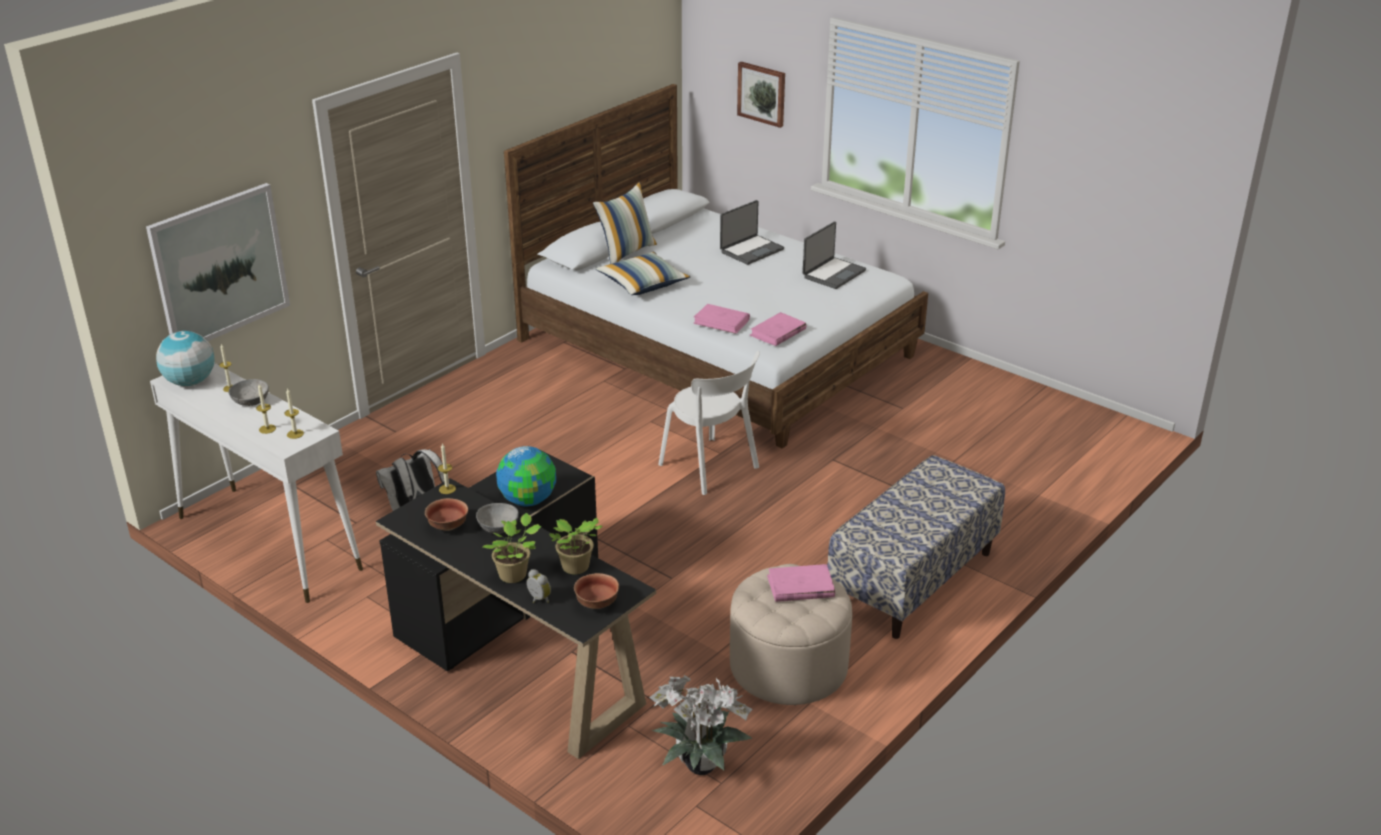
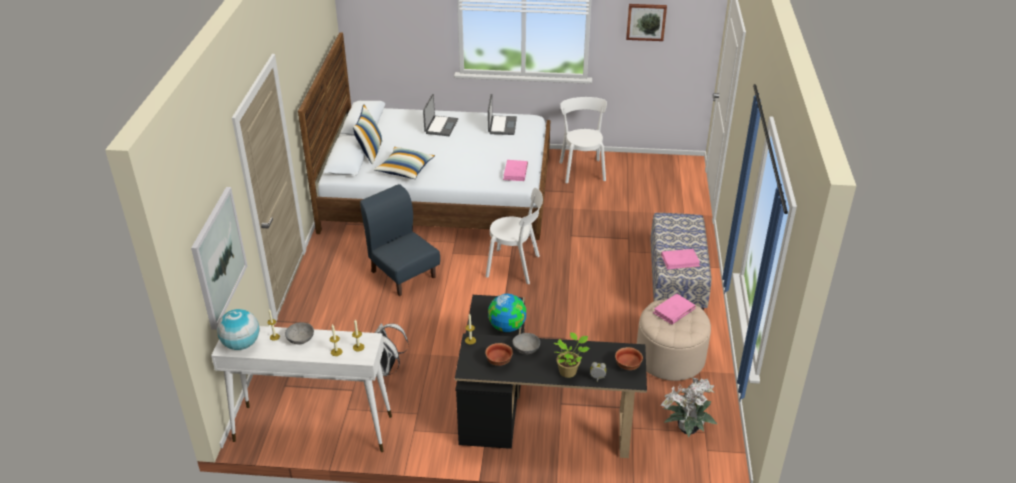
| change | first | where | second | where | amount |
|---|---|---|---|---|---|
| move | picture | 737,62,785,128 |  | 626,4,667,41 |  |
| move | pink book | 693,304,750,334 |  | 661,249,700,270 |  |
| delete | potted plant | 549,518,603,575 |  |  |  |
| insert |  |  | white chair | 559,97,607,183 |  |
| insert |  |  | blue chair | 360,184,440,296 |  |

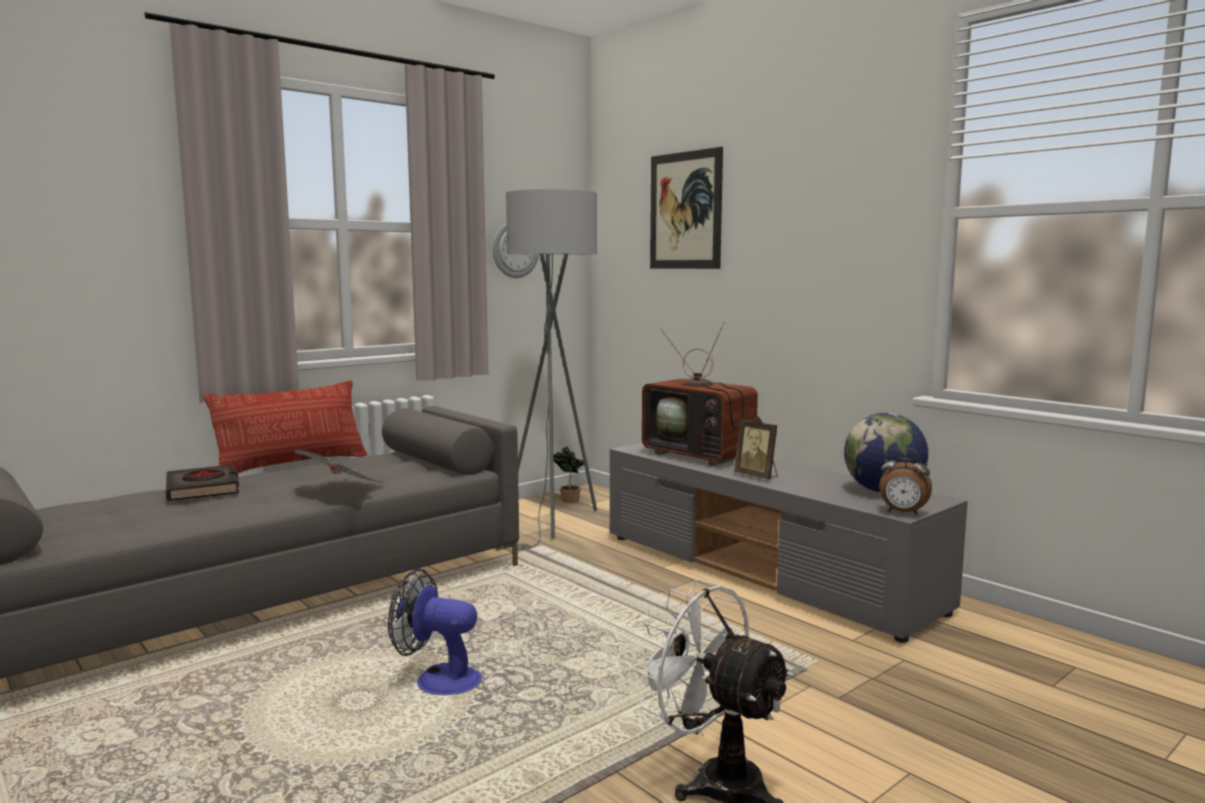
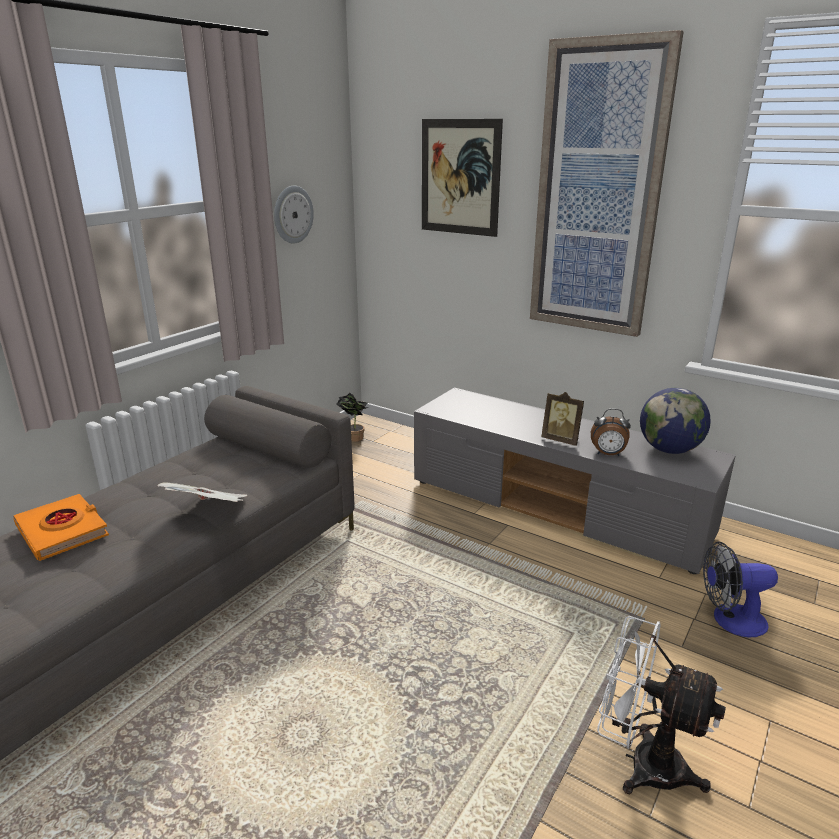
| change | first | where | second | where | amount |
|---|---|---|---|---|---|
| delete | grey floor lamp | 506,189,597,550 |  |  |  |
| delete | television | 642,322,758,466 |  |  |  |
| delete | pillow | 204,380,367,473 |  |  |  |
| move | alarm clock | 879,448,932,516 |  | 591,409,631,456 |  |
| recolor | black book | 166,465,239,501 | orange book | 13,494,109,561 |  |
| move | fan | 388,568,482,695 |  | 703,541,778,638 |  |
| insert |  |  | picture | 530,30,684,337 |  |

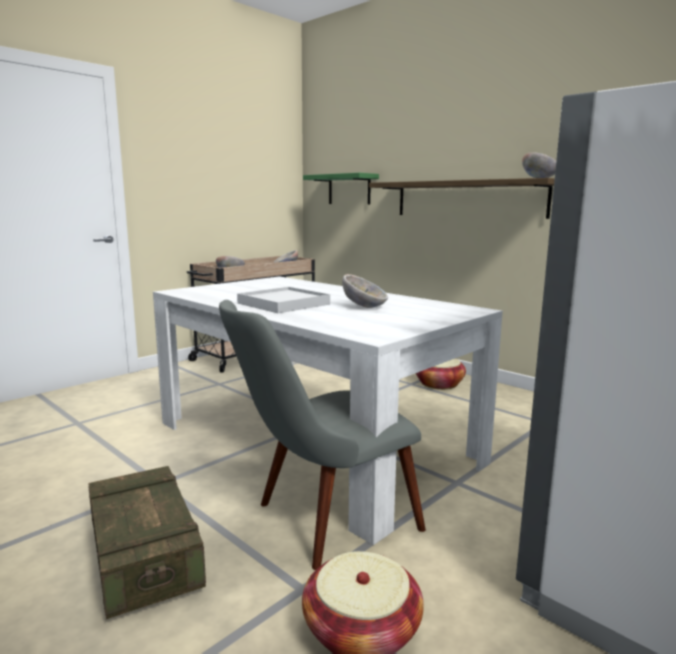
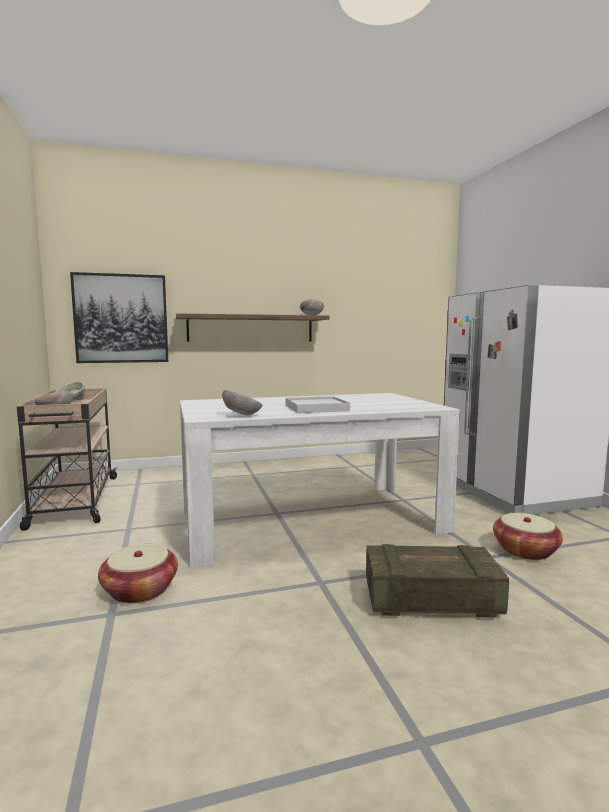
| change | first | where | second | where | amount |
|---|---|---|---|---|---|
| replace | green shelf | 303,173,379,204 | picture | 70,272,168,363 |  |
| move | bowl | 342,274,388,308 |  | 222,390,262,415 |  |
| delete | grey chair | 219,300,426,570 |  |  |  |
| move | basket | 416,359,466,390 |  | 98,544,178,604 |  |

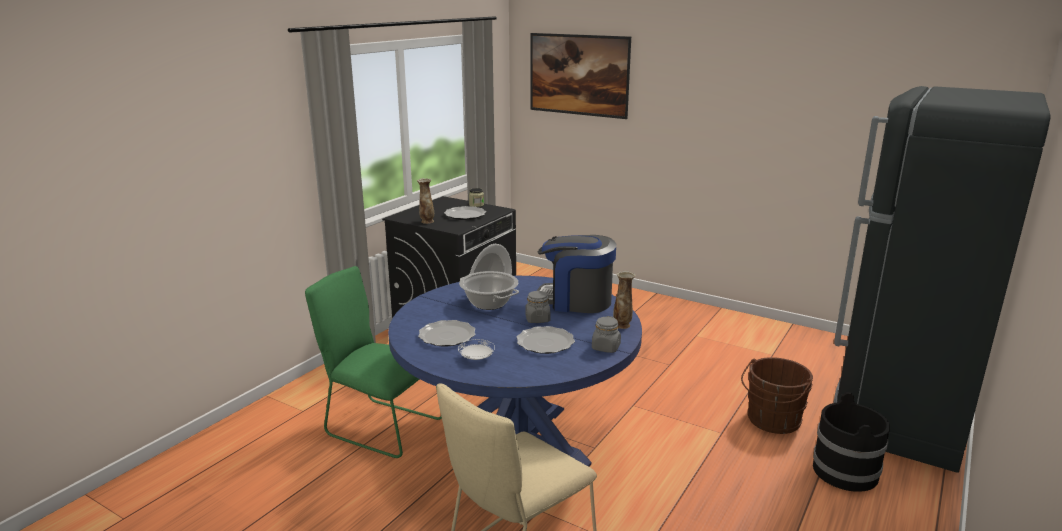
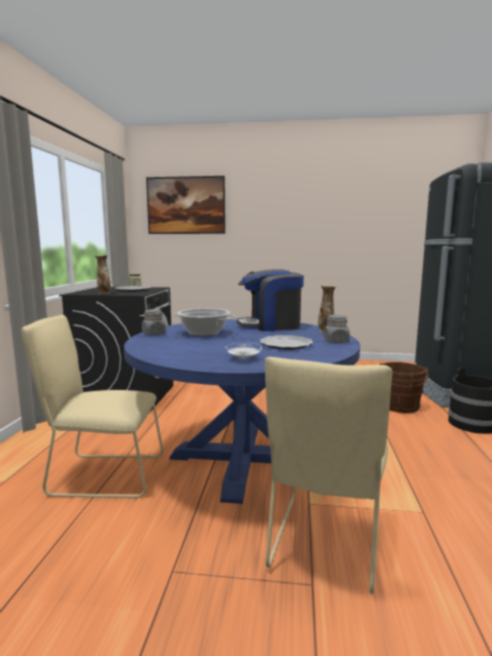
| change | first | where | second | where | amount |
|---|---|---|---|---|---|
| recolor | green chair | 305,266,442,458 | beige chair | 21,315,163,498 |  |
| move | grey jar | 525,291,550,323 |  | 142,309,166,335 |  |
| delete | plate | 418,320,475,347 |  |  |  |

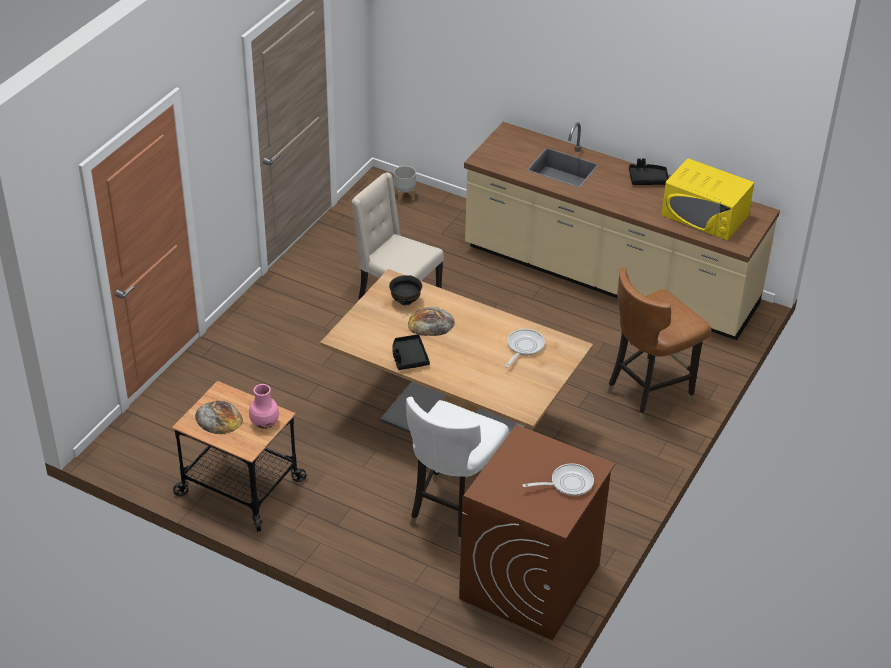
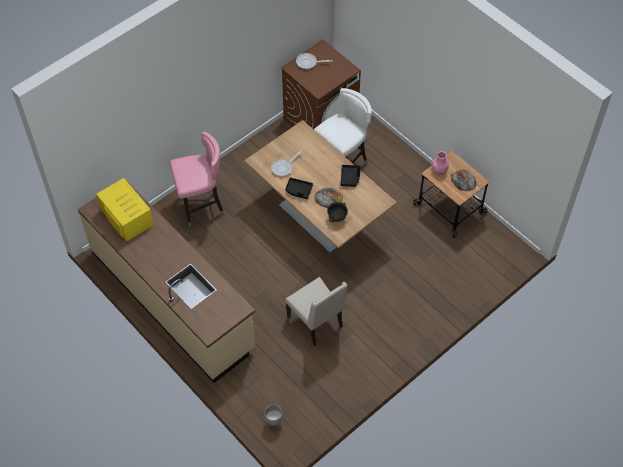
| change | first | where | second | where | amount |
|---|---|---|---|---|---|
| move | black tray | 629,158,669,185 |  | 285,178,313,199 |  |
| recolor | brown chair | 606,268,712,423 | pink chair | 169,132,225,227 |  |

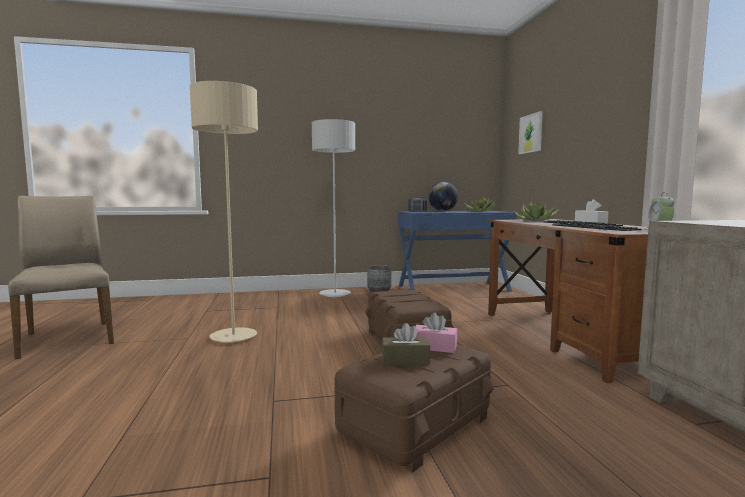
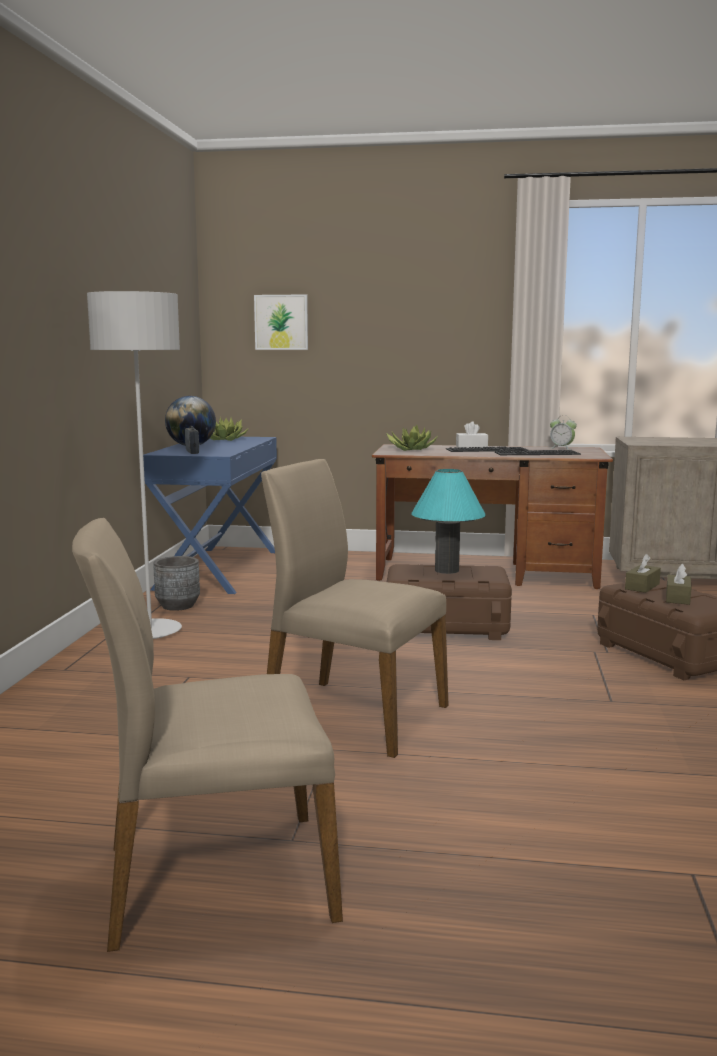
| change | first | where | second | where | amount |
|---|---|---|---|---|---|
| replace | beige floor lamp | 190,81,258,343 | beige chair | 261,459,449,758 |  |
| recolor | pink tissue box | 415,312,457,353 | brown tissue box | 625,554,661,593 |  |
| insert |  |  | turquoise table lamp | 411,469,485,574 |  |

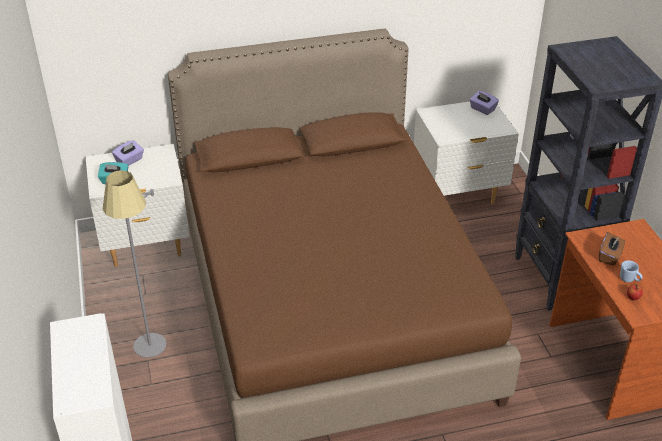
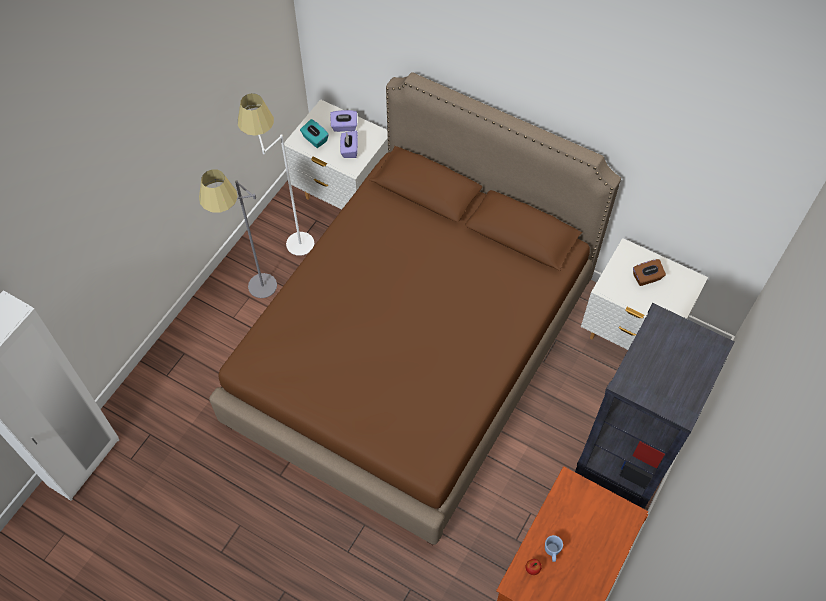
| change | first | where | second | where | amount |
|---|---|---|---|---|---|
| move | purple tissue box | 469,91,499,115 |  | 340,131,358,158 |  |
| move | brown tissue box | 599,232,625,266 |  | 633,259,666,286 |  |
| insert |  |  | white floor lamp | 238,93,315,256 |  |

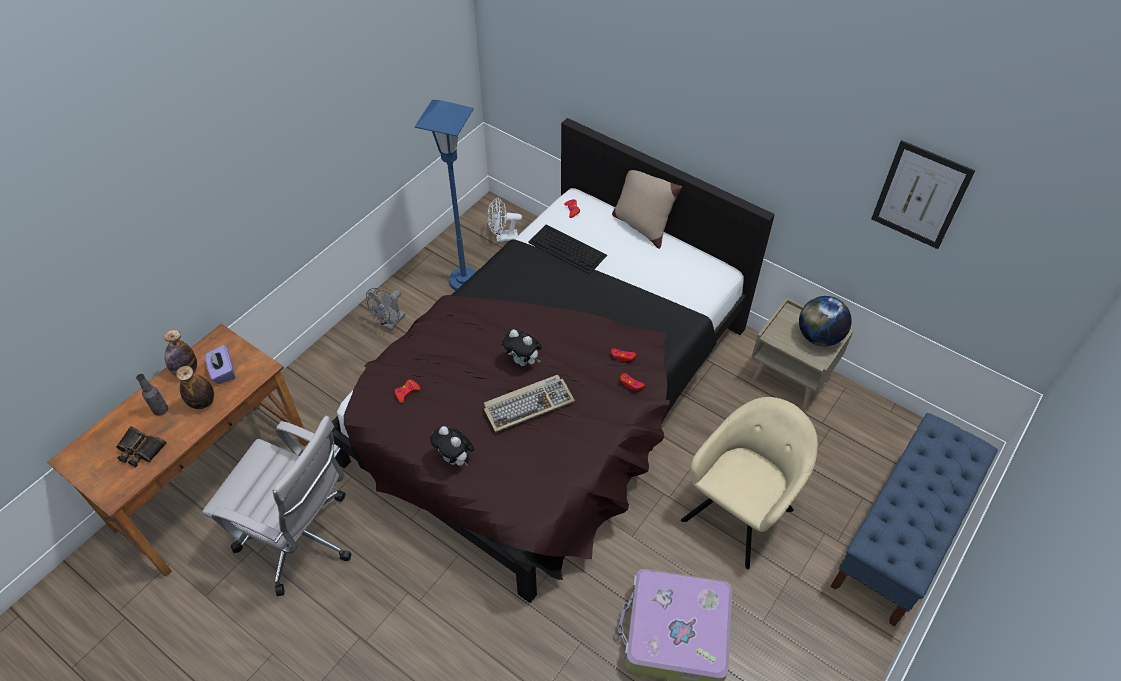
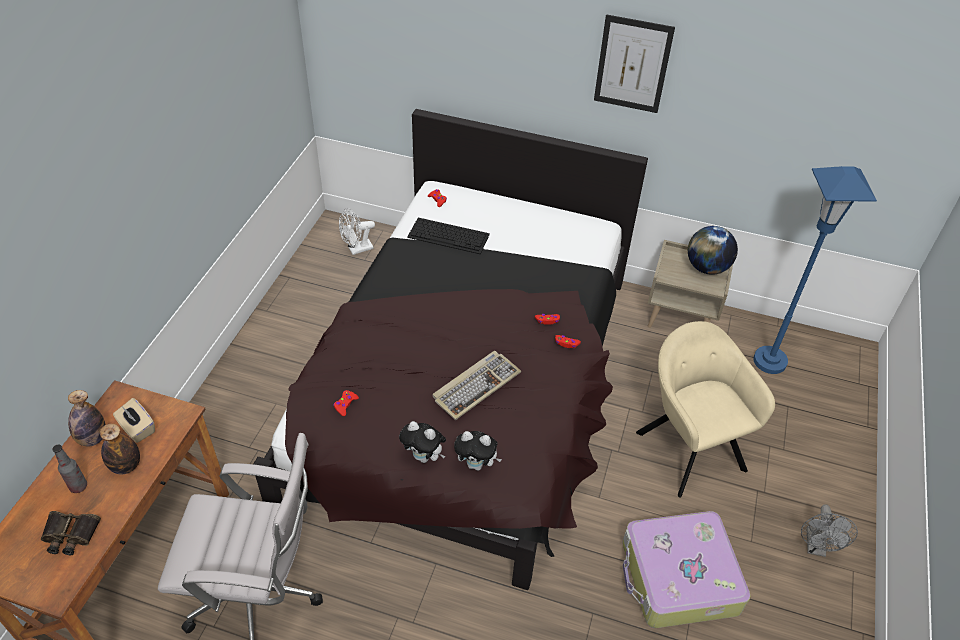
| change | first | where | second | where | amount |
|---|---|---|---|---|---|
| move | blue floor lamp | 415,100,476,291 |  | 753,166,877,374 |  |
| move | picture | 871,140,975,249 |  | 594,14,675,113 |  |
| delete | beige pillow | 612,170,682,249 |  |  |  |
| move | grey fan | 366,288,405,330 |  | 801,504,858,557 |  |
| move | plush toy | 502,330,542,366 |  | 454,431,502,471 |  |
| recolor | purple tissue box | 205,345,235,384 | beige tissue box | 113,398,155,443 |  |
| rotate | beige armchair | 681,397,818,569 |  | 636,321,775,498 | 45 degrees counterclockwise |
| delete | blue bench | 830,413,998,626 |  |  |  |

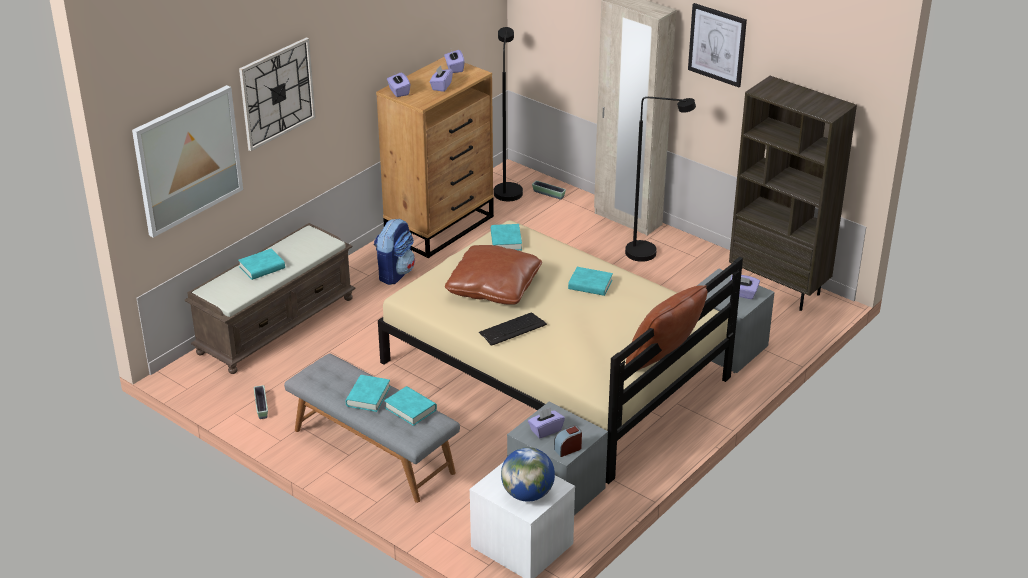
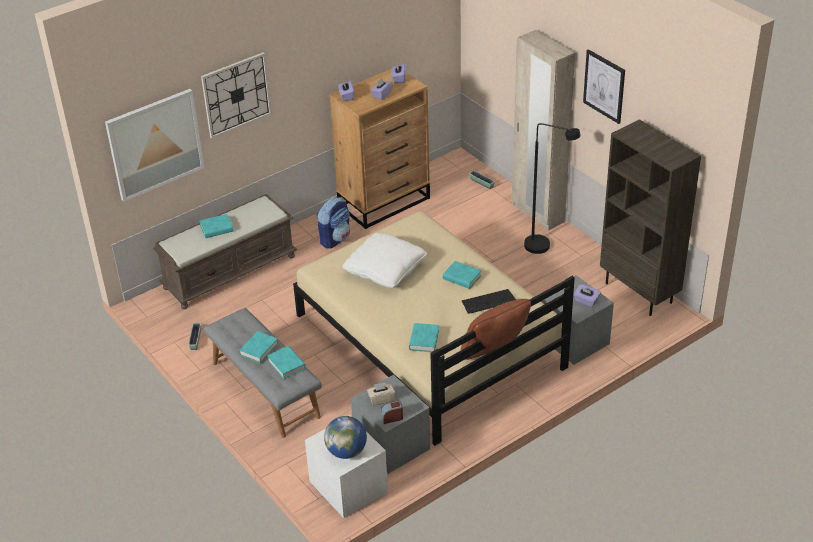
| change | first | where | second | where | amount |
|---|---|---|---|---|---|
| delete | black floor lamp | 494,27,523,201 |  |  |  |
| move | turquoise book | 491,224,522,251 |  | 409,323,439,352 |  |
| recolor | brown pillow | 445,245,542,305 | white pillow | 342,233,427,288 |  |
| move | keyboard | 479,312,547,346 |  | 462,289,516,314 |  |
| recolor | purple tissue box | 528,407,565,439 | beige tissue box | 367,383,395,406 |  |

